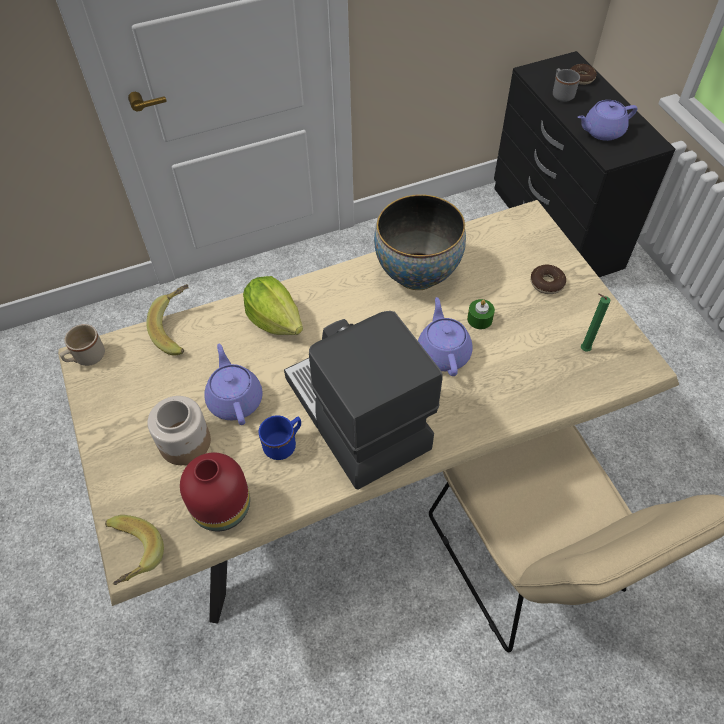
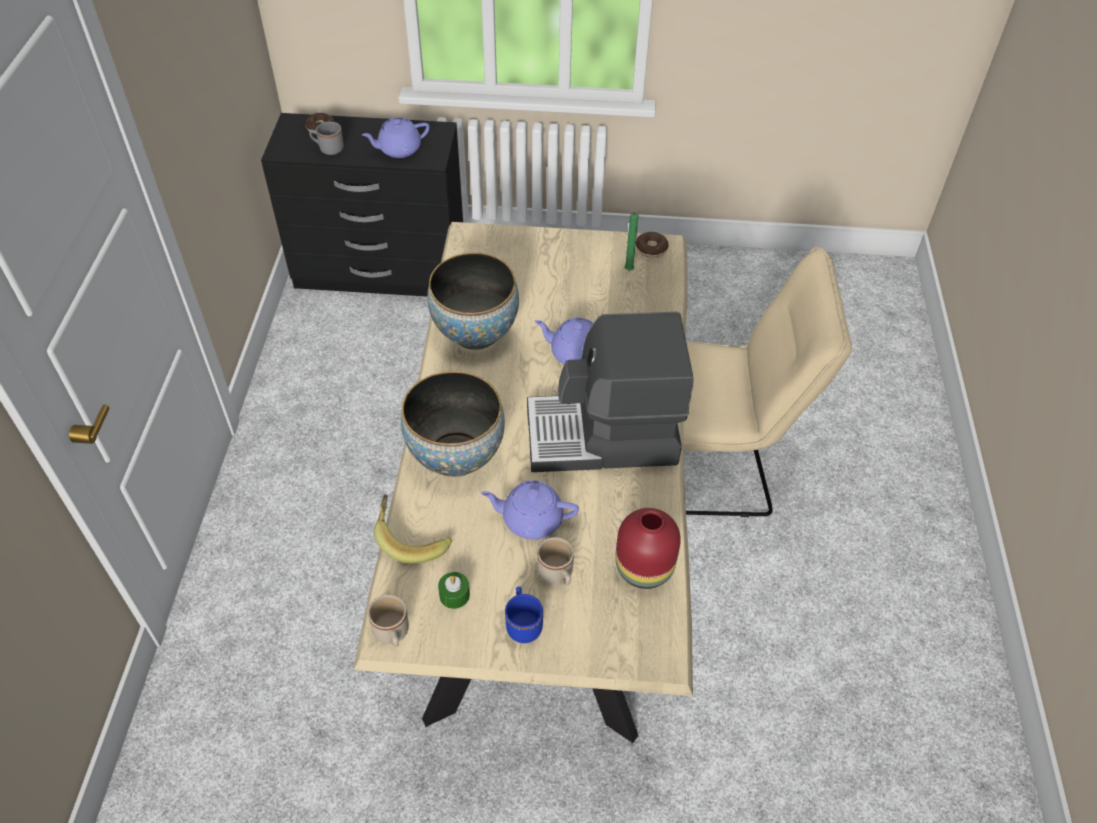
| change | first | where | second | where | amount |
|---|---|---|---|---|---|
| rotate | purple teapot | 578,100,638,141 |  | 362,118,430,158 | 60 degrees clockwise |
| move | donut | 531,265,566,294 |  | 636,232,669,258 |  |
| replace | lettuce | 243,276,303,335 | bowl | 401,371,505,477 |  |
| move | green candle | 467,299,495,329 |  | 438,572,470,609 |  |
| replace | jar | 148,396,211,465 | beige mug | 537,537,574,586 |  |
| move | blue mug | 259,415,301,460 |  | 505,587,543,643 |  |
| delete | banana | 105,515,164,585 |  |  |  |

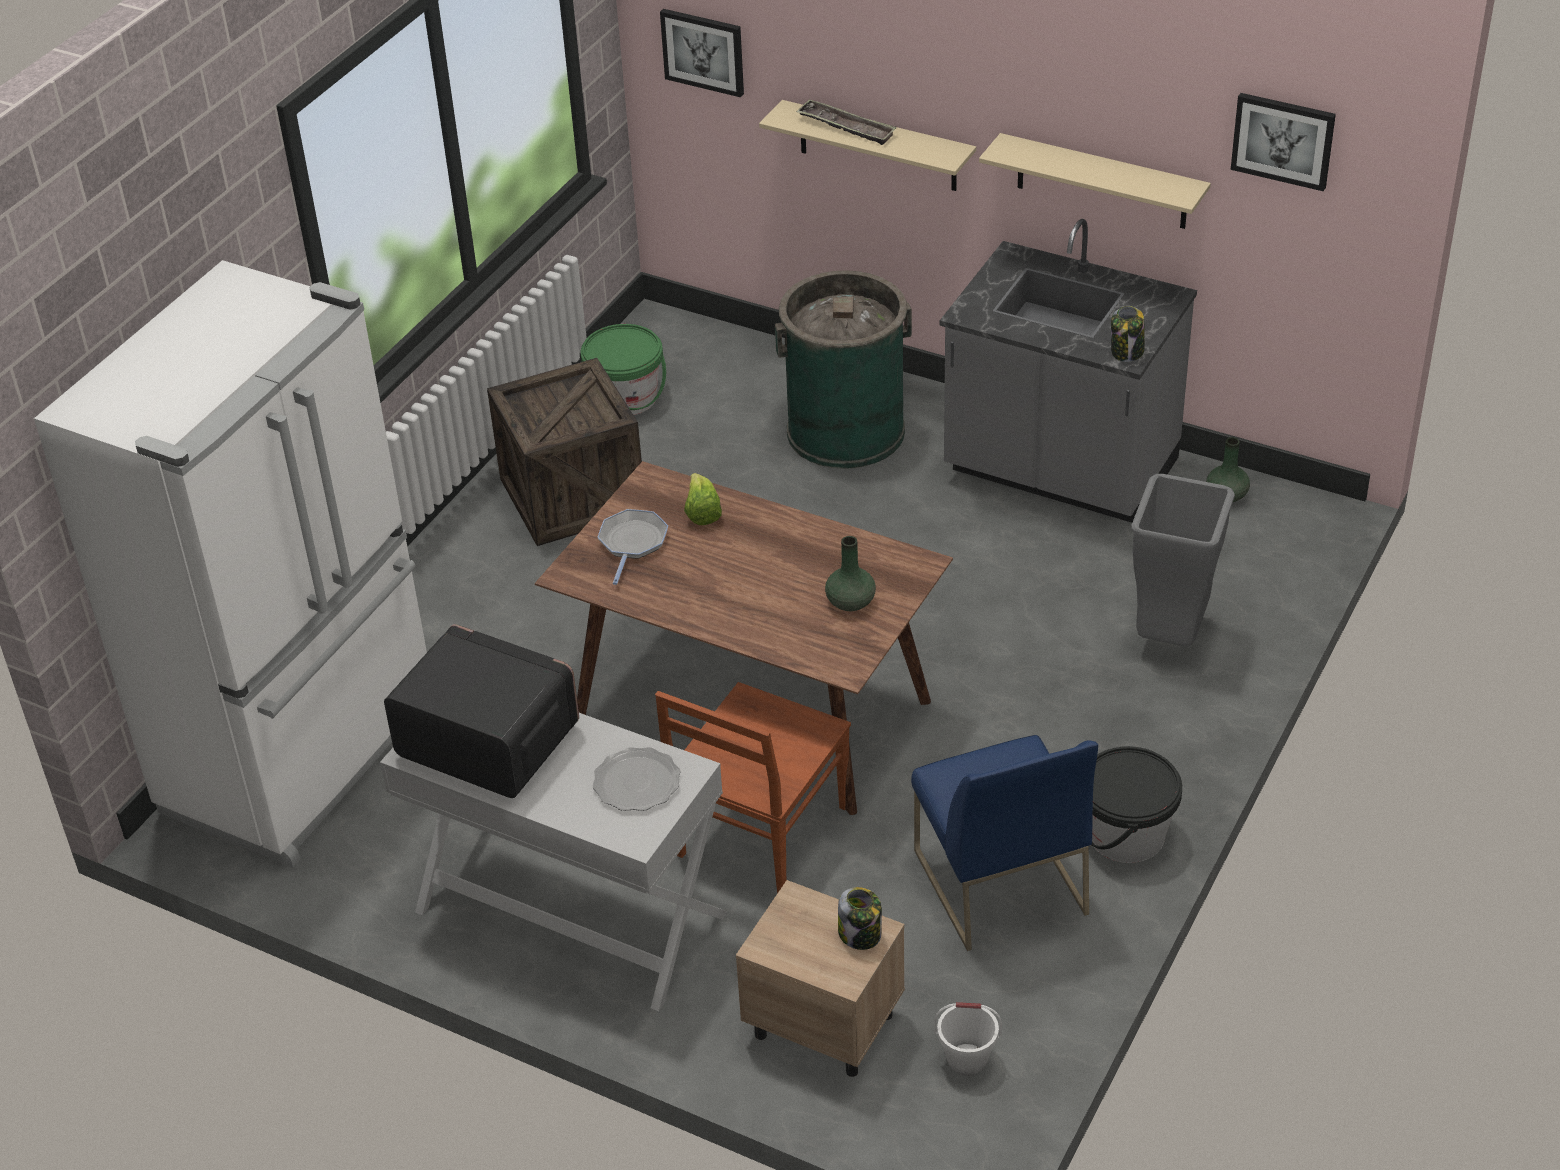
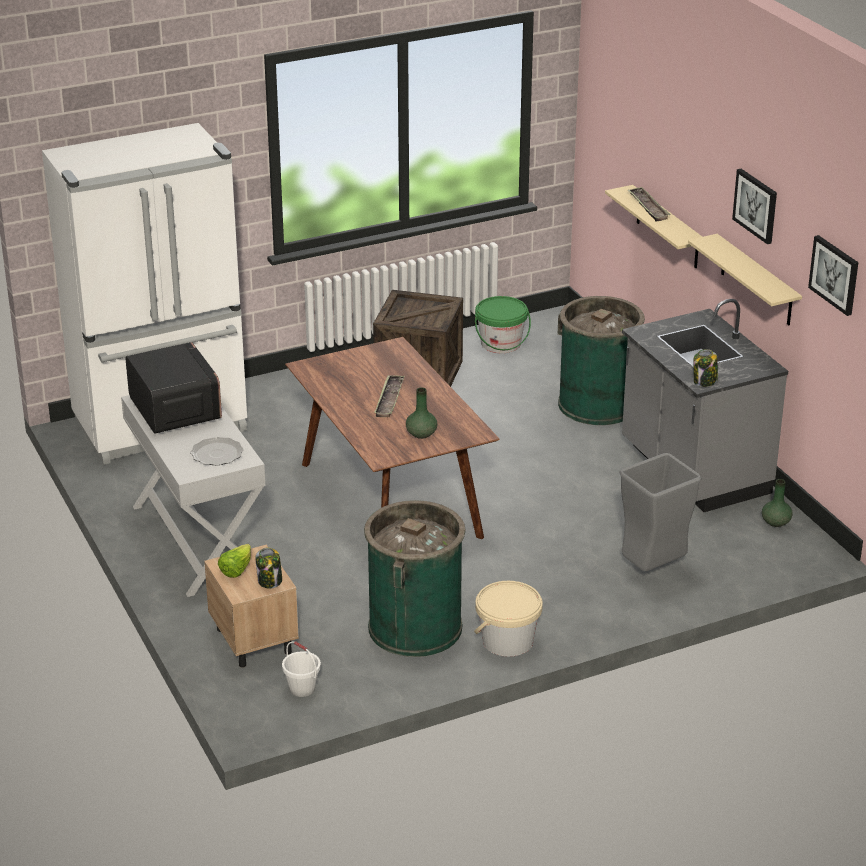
| change | first | where | second | where | amount |
|---|---|---|---|---|---|
| move | picture | 660,9,744,97 |  | 732,169,777,244 |  |
| move | lettuce | 684,473,722,525 |  | 218,544,251,578 |  |
| delete | frying pan | 598,509,668,585 |  |  |  |
| delete | brown chair | 655,682,851,893 |  |  |  |
| replace | blue chair | 911,735,1098,951 | green trash can | 364,500,465,657 |  |
| recolor | black bucket | 1091,746,1182,863 | beige bucket | 474,581,543,657 |  |
| insert |  |  | tray | 374,375,405,417 |  |

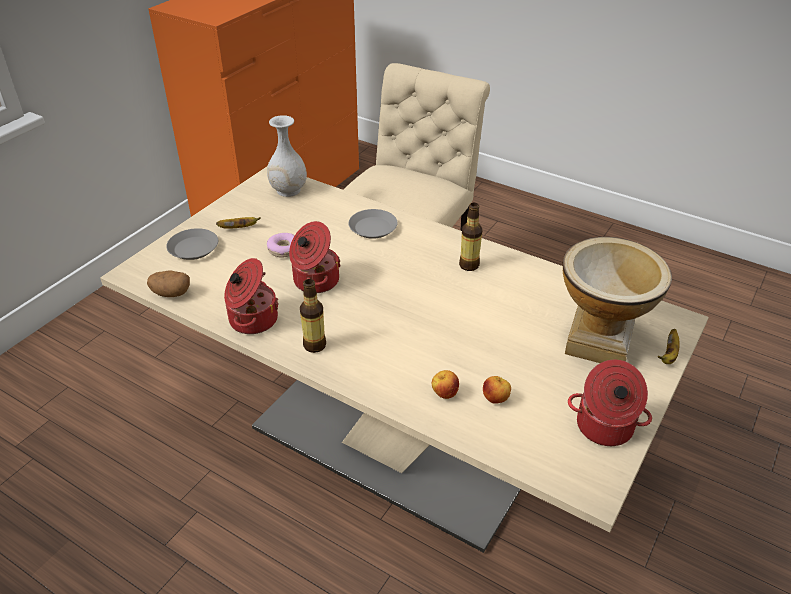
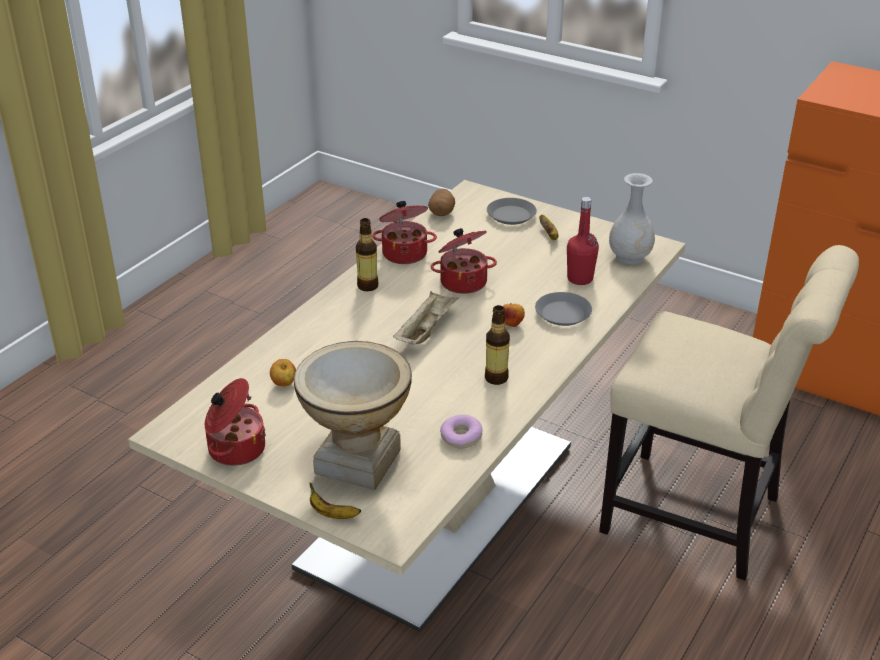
| change | first | where | second | where | amount |
|---|---|---|---|---|---|
| move | donut | 267,233,295,258 |  | 440,415,483,449 |  |
| move | apple | 432,370,459,399 |  | 503,303,525,327 |  |
| insert |  |  | red bottle | 567,197,599,285 |  |
| insert |  |  | beige tray | 393,291,458,345 |  |

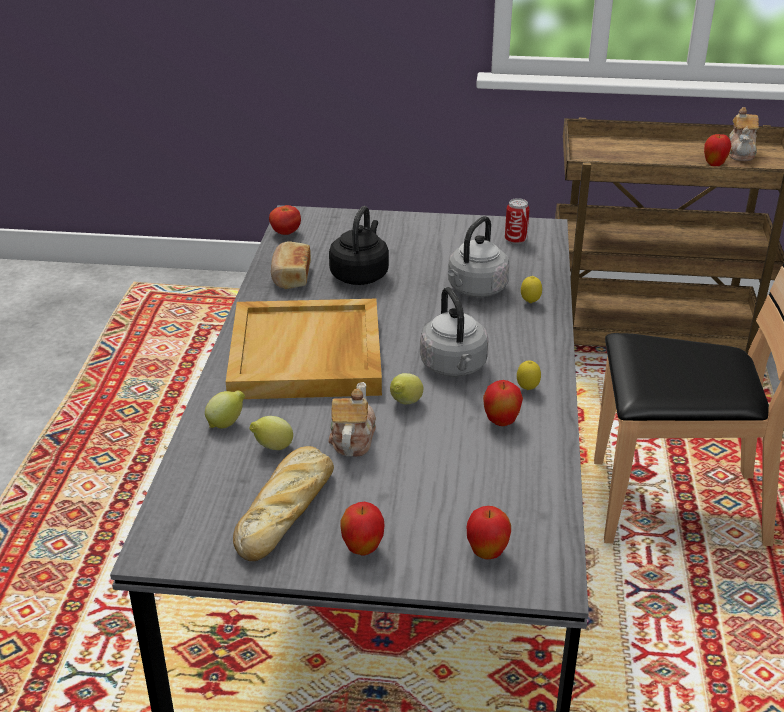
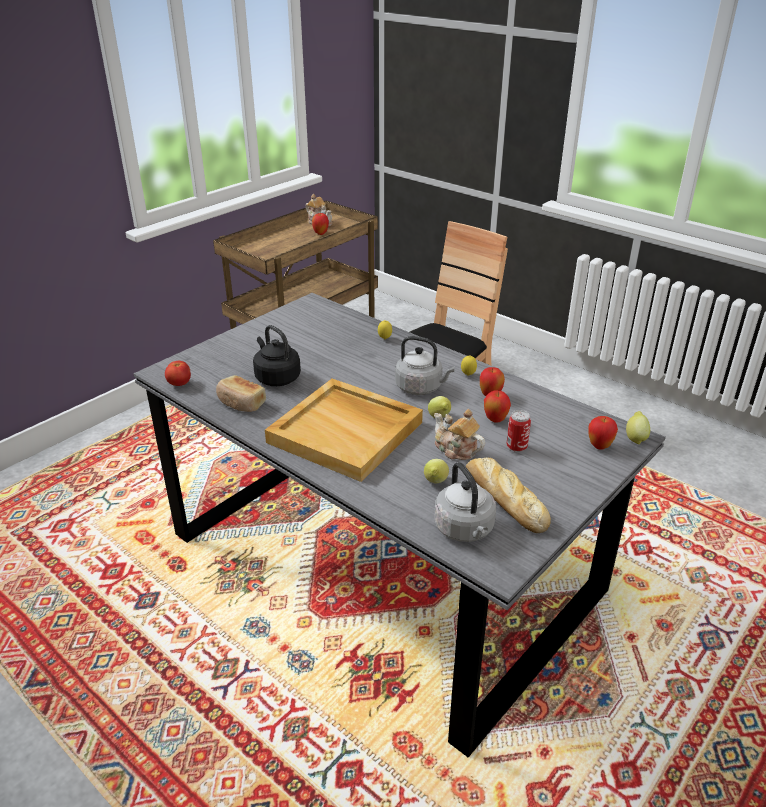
| change | first | where | second | where | amount |
|---|---|---|---|---|---|
| move | can | 505,198,529,244 |  | 506,410,531,452 |  |
| move | grey kettle | 448,216,509,297 |  | 434,462,496,542 |  |
| move | lemon | 205,390,245,428 |  | 626,411,650,445 |  |
| move | apple | 340,501,385,555 |  | 484,390,511,423 |  |

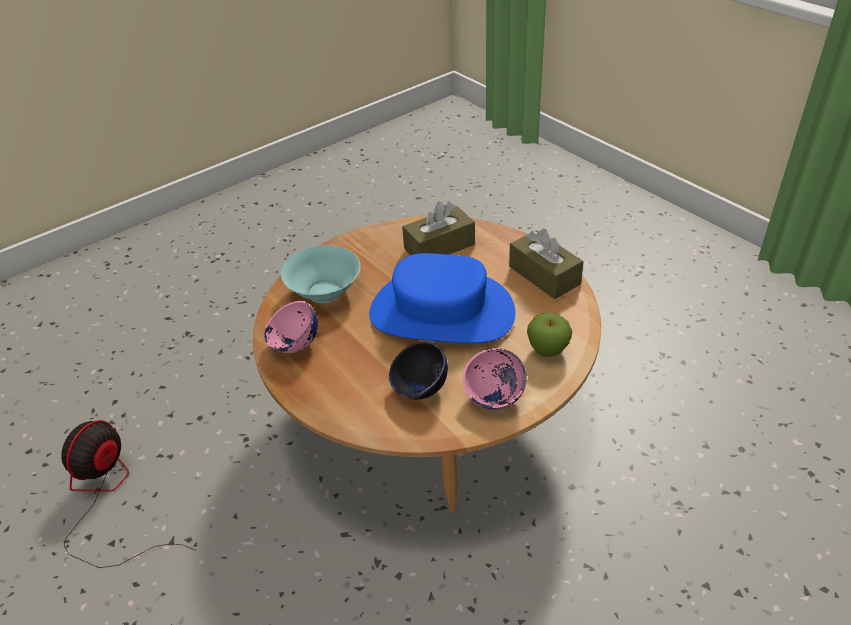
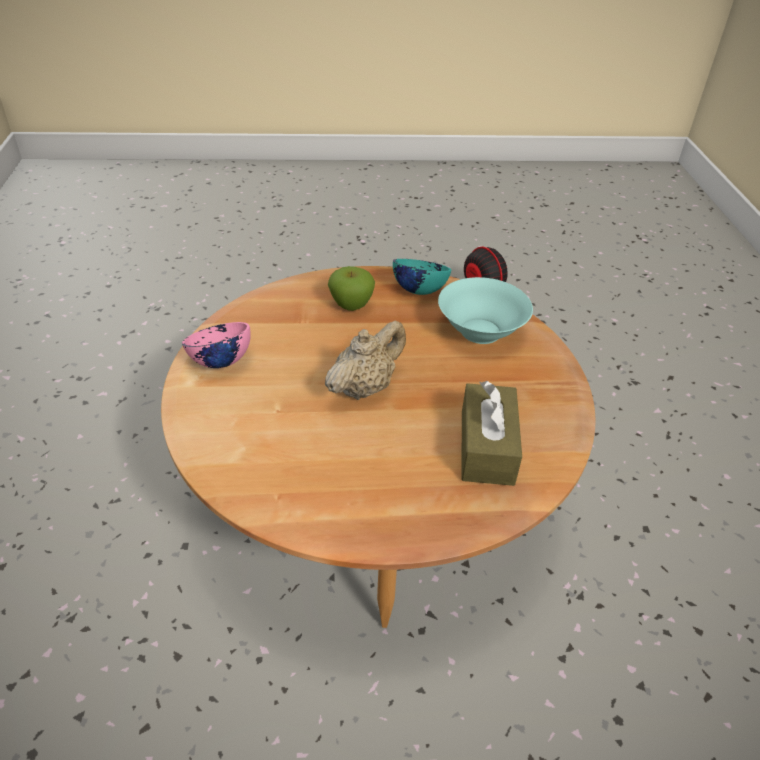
| change | first | where | second | where | amount |
|---|---|---|---|---|---|
| delete | brown tissue box | 509,229,584,299 |  |  |  |
| replace | blue hat | 369,253,515,343 | beige teapot | 325,321,406,400 |  |
| recolor | pink bowl | 264,301,318,353 | turquoise bowl | 393,259,451,295 |  |
| move | apple | 527,313,572,357 |  | 328,266,375,311 |  |
| delete | black bowl | 389,342,448,400 |  |  |  |

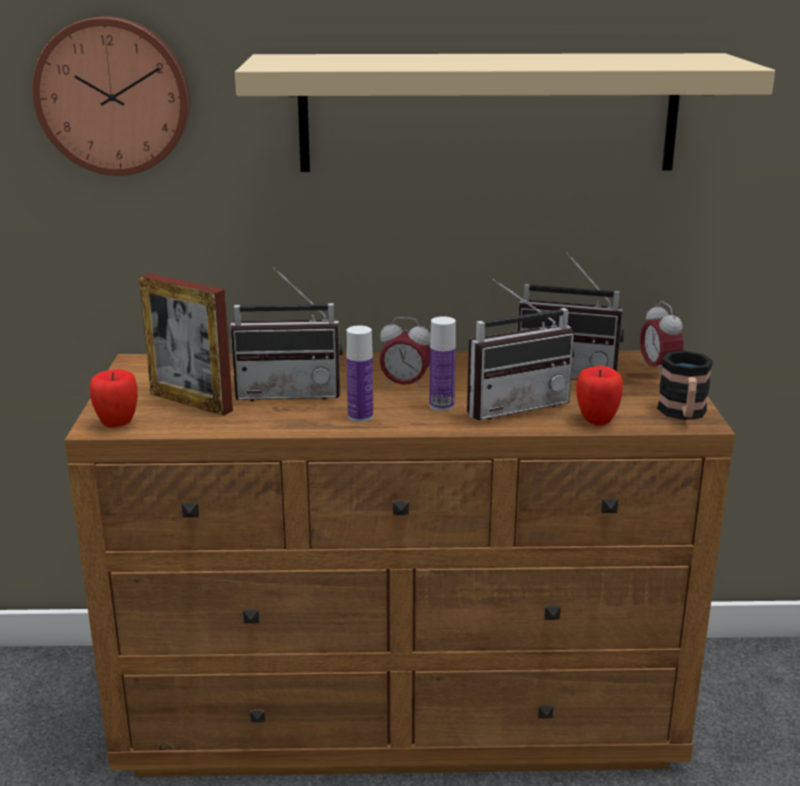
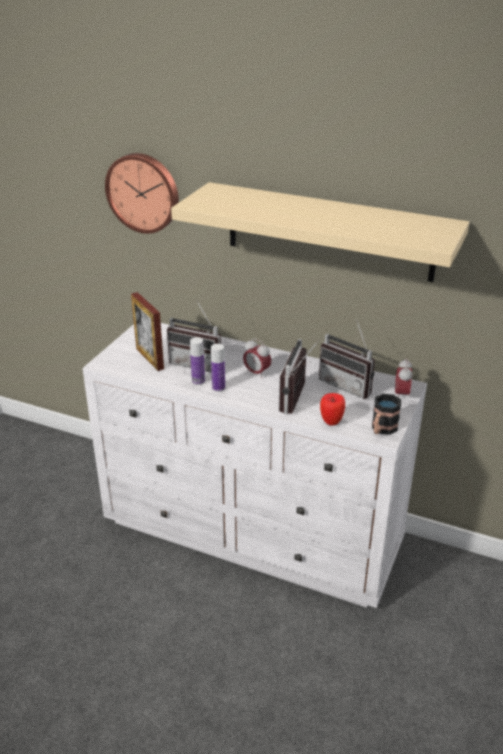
| change | first | where | second | where | amount |
|---|---|---|---|---|---|
| rotate | radio | 467,279,574,420 |  | 279,339,319,414 | 105 degrees clockwise |
| move | bottle | 429,316,456,411 |  | 190,337,205,385 |  |
| recolor | brown dresser | 64,350,735,777 | white dresser | 82,323,427,608 |  |
| delete | apple | 89,369,138,427 |  |  |  |

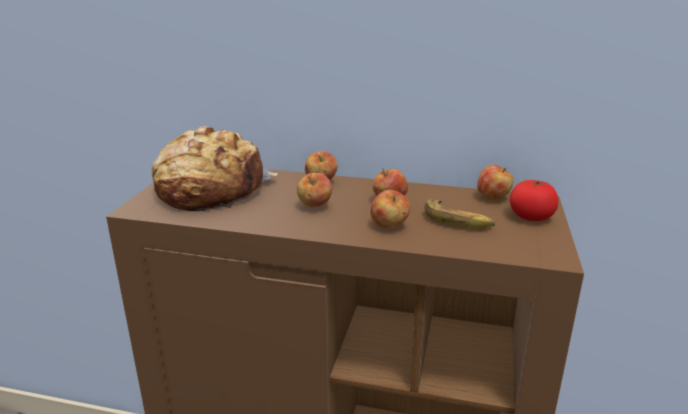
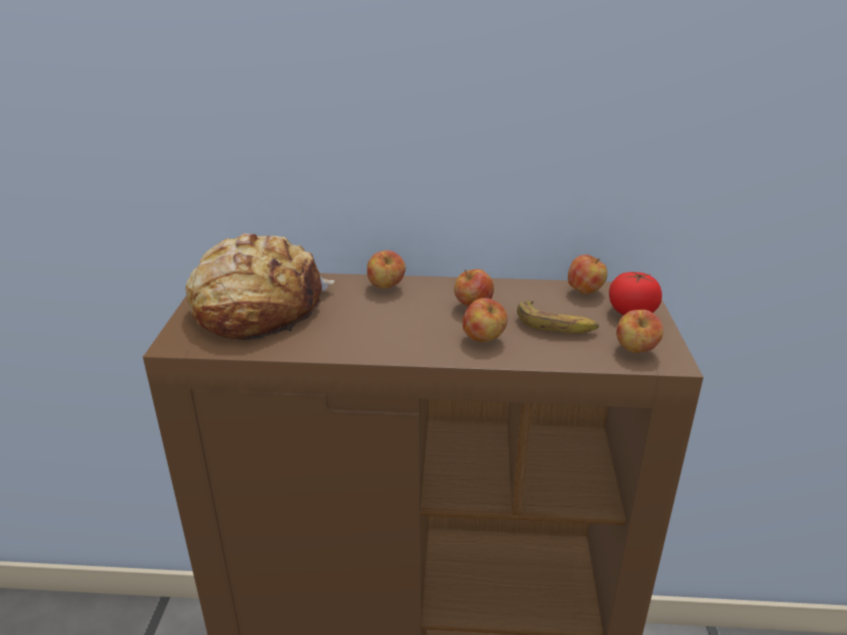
| change | first | where | second | where | amount |
|---|---|---|---|---|---|
| move | apple | 297,173,332,207 |  | 616,309,663,353 |  |

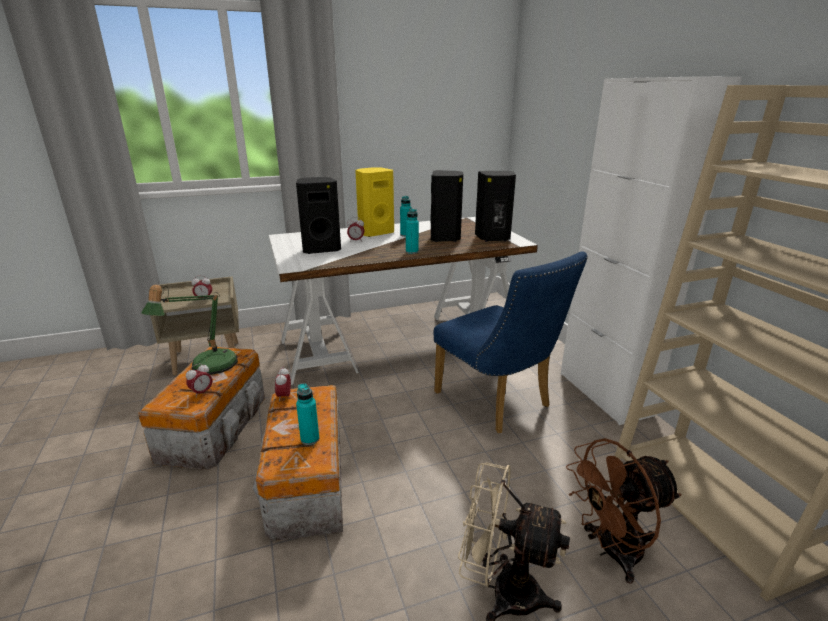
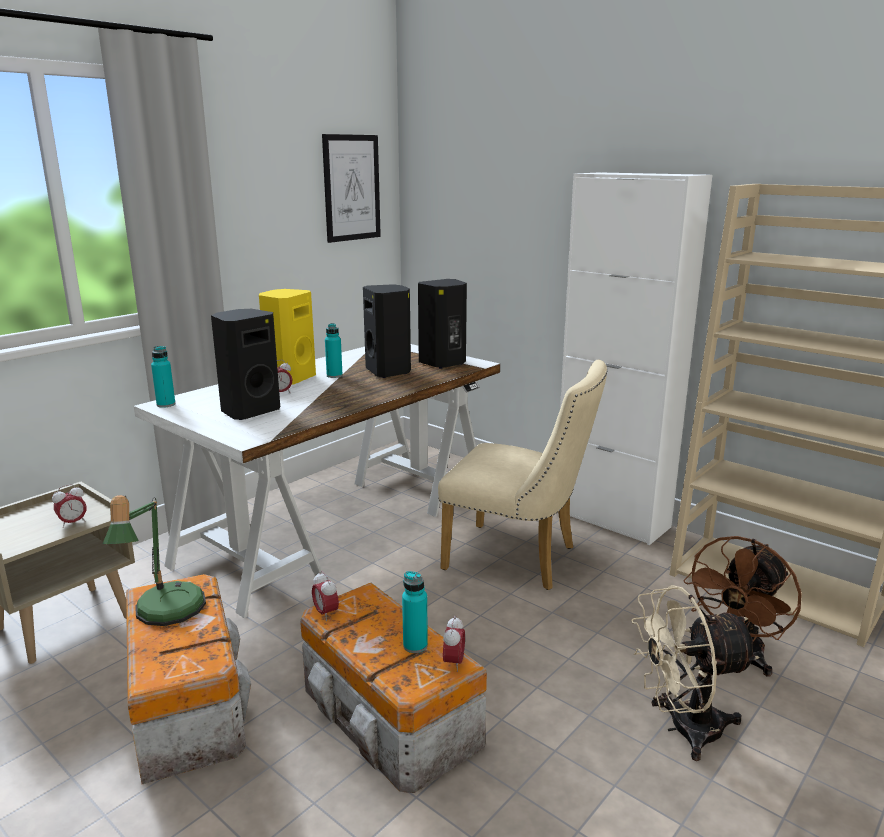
| change | first | where | second | where | amount |
|---|---|---|---|---|---|
| move | turquoise bottle | 406,209,419,254 |  | 151,346,176,408 |  |
| recolor | blue chair | 434,252,588,433 | beige chair | 438,360,607,590 |  |
| move | alarm clock | 186,363,212,398 |  | 443,616,465,672 |  |
| insert |  |  | picture | 322,134,381,243 |  |

